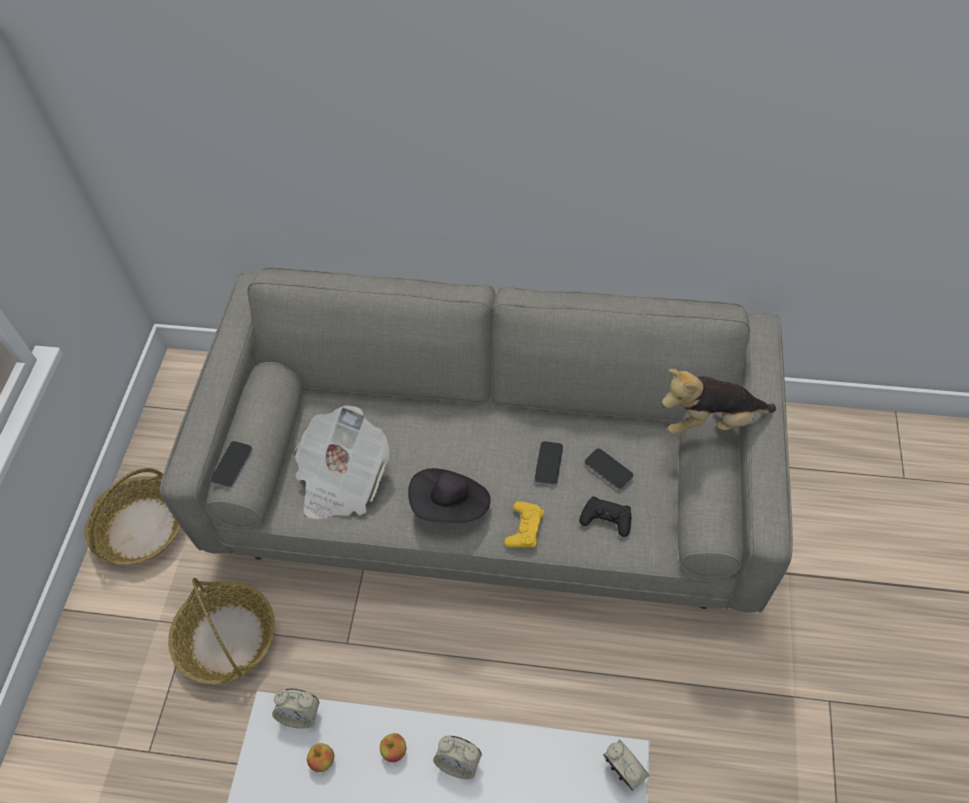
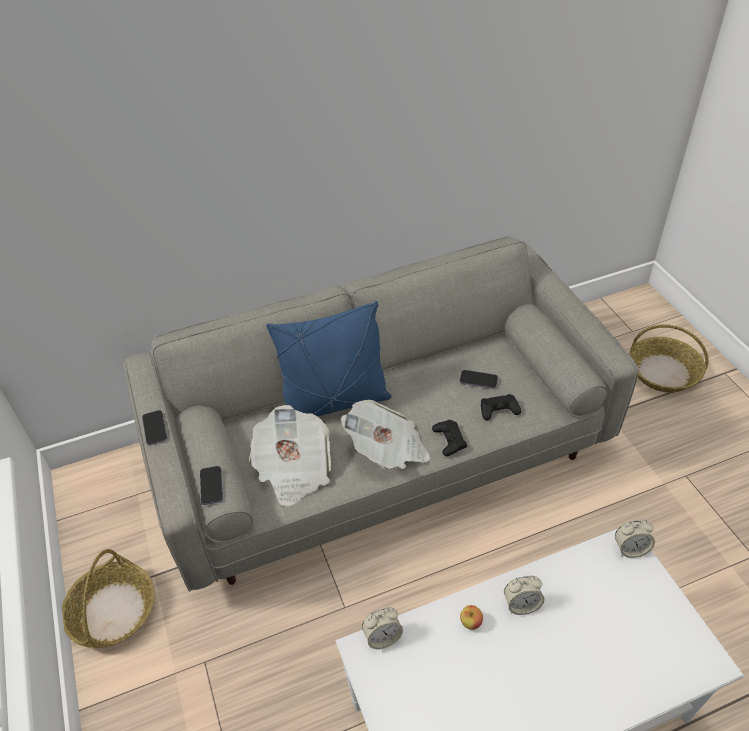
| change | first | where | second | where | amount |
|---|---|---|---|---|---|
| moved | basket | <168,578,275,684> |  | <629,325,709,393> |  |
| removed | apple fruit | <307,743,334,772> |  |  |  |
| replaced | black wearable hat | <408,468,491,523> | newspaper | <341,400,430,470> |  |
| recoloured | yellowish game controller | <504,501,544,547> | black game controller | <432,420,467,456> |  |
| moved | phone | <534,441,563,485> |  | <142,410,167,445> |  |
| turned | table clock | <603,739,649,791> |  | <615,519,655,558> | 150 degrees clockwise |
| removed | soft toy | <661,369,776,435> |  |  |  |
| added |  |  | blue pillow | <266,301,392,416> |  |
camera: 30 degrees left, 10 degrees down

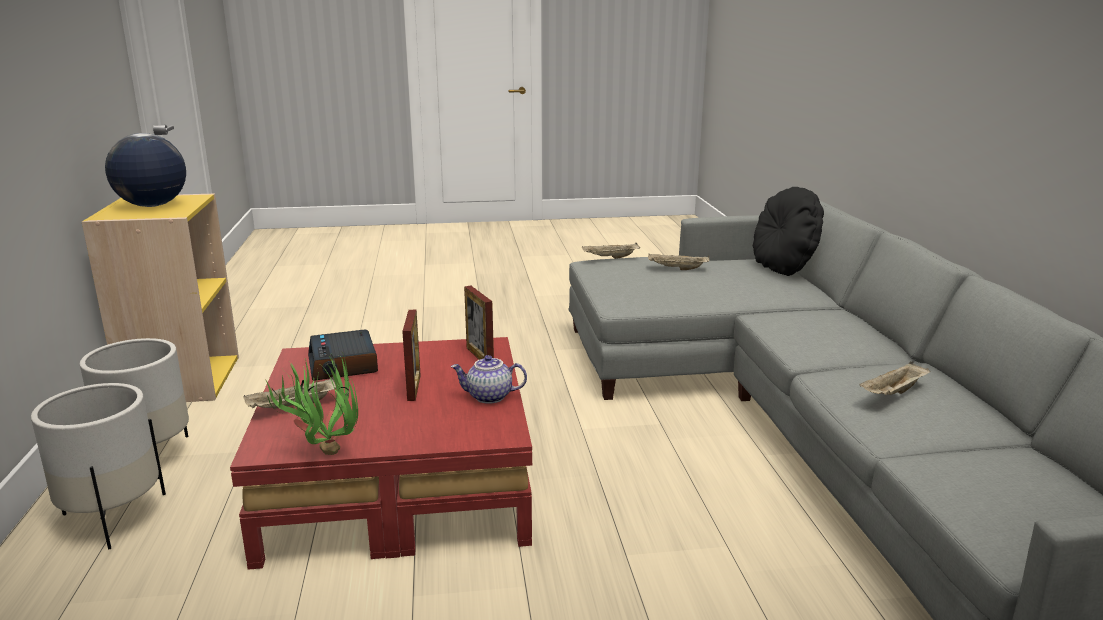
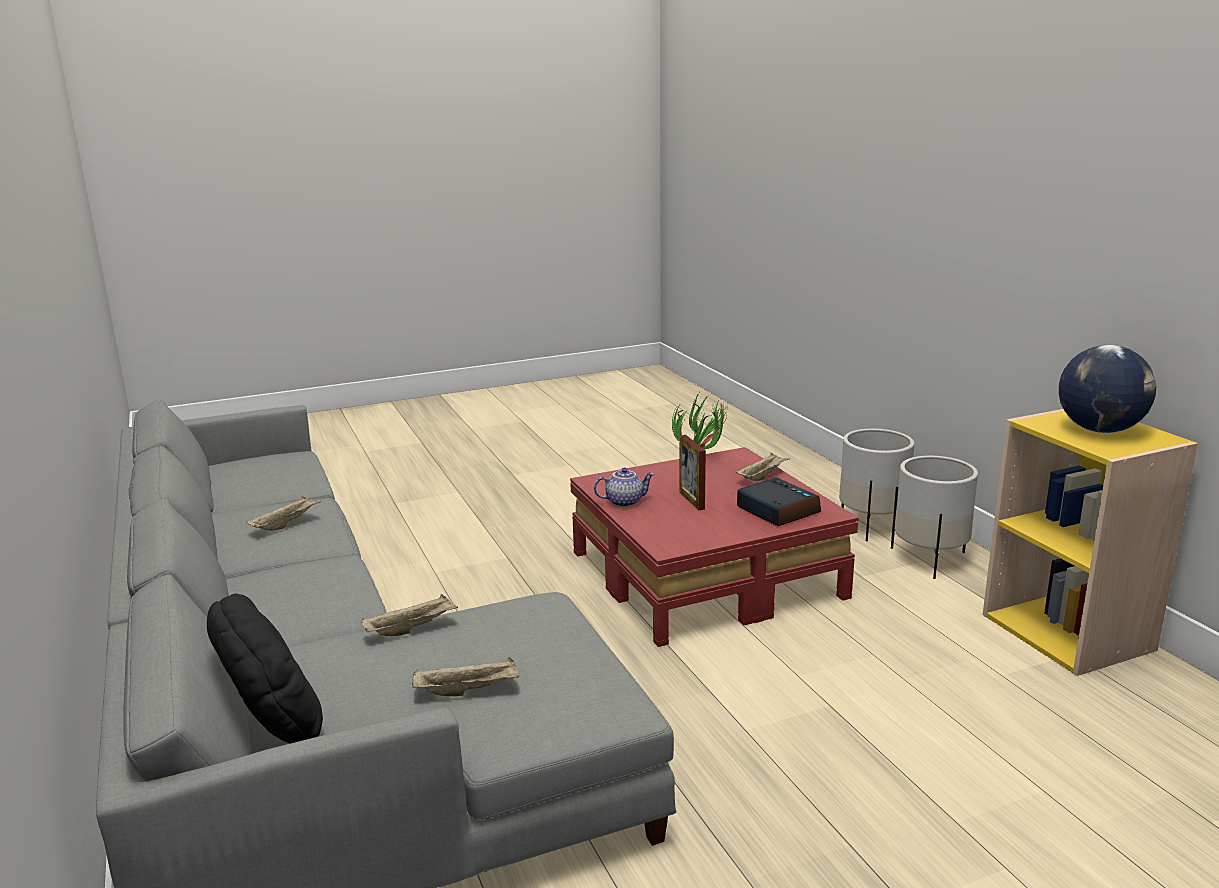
| change | first | where | second | where | amount |
|---|---|---|---|---|---|
| removed | picture frame | <464,285,494,360> |  |  |  |
| moved | beige-coloured serving tray | <582,242,640,259> |  | <361,594,458,636> |  |
camera: 165 degrees right, 0 degrees up

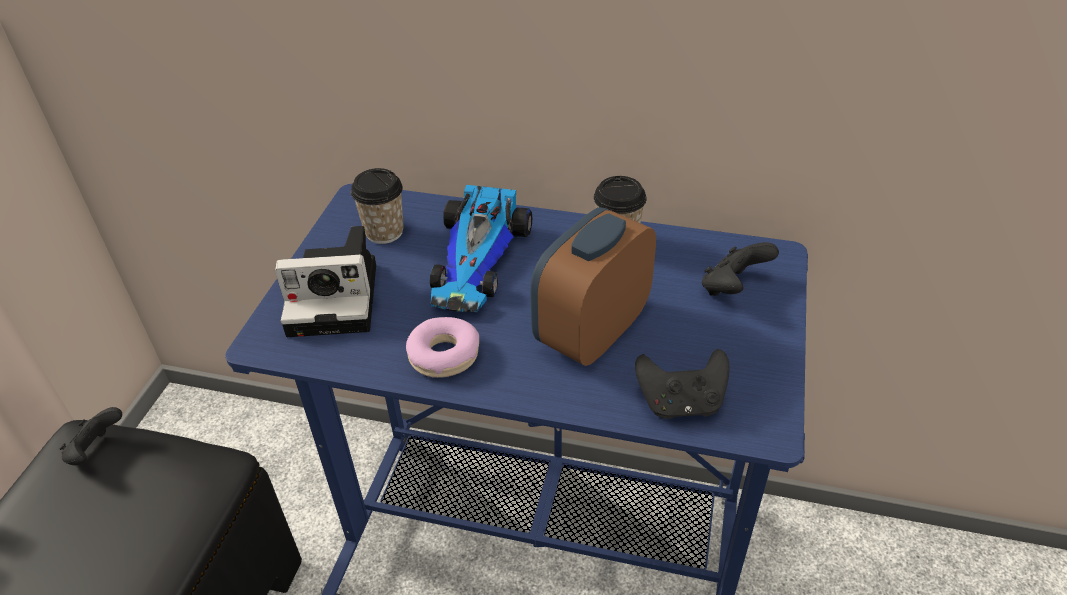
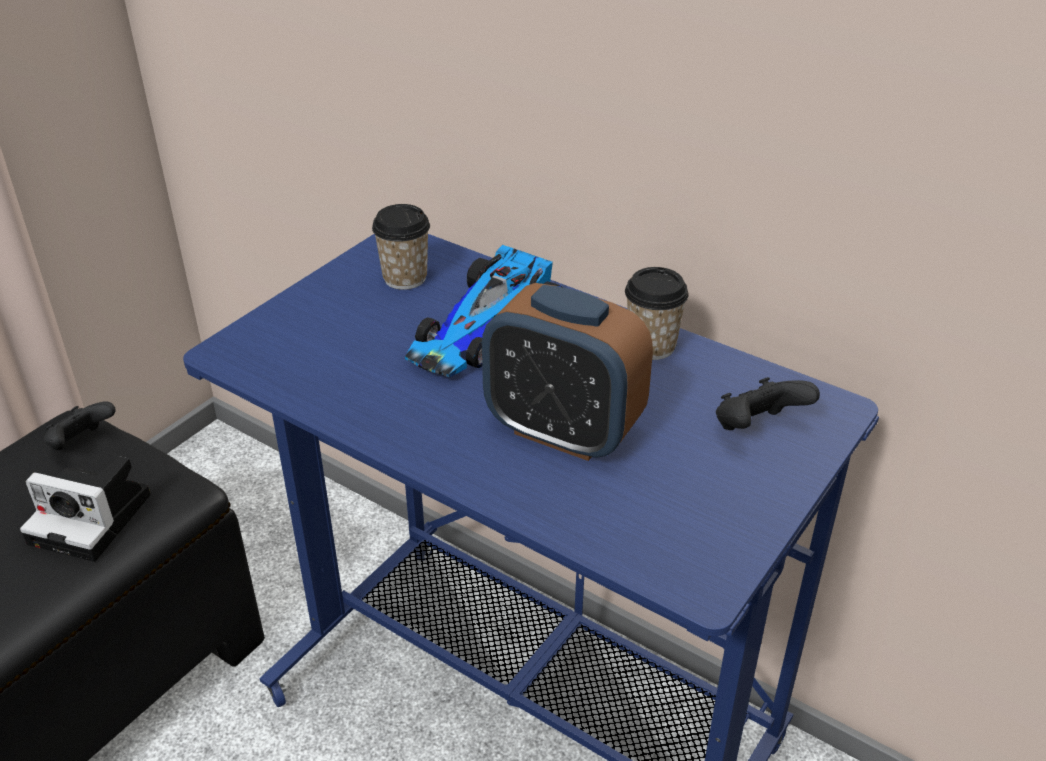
| change | first | where | second | where | amount |
|---|---|---|---|---|---|
| moved | still camera | <275,226,376,337> |  | <20,456,151,562> |  |
| removed | donut | <406,317,479,378> |  |  |  |
| turned | table clock | <530,207,656,366> |  | <482,283,653,461> | 120 degrees counterclockwise |
| removed | black game controller | <635,349,730,419> |  |  |  |
camera: 20 degrees right, 5 degrees down

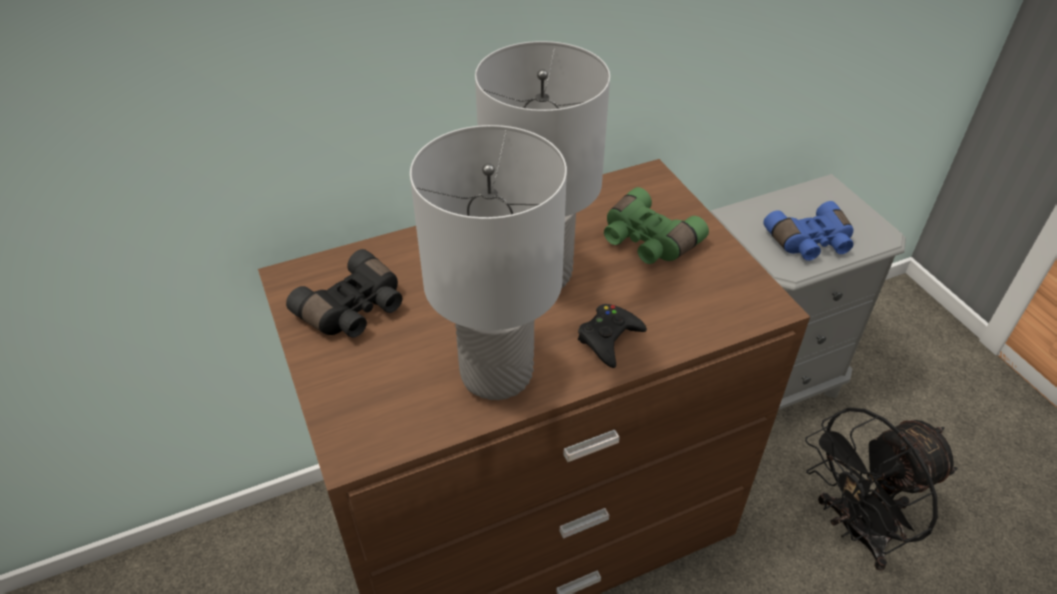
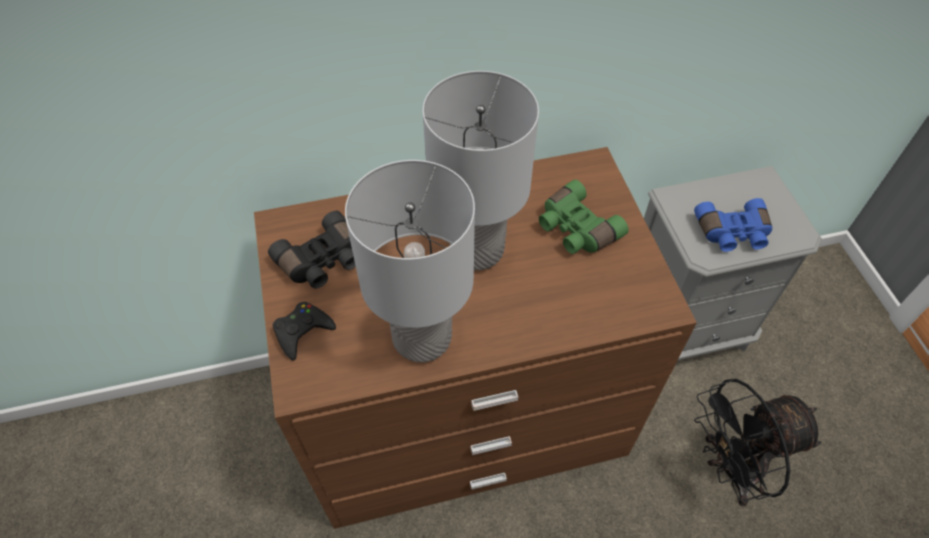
| change | first | where | second | where | amount |
|---|---|---|---|---|---|
| moved | black game controller | <578,304,647,368> |  | <272,302,336,361> |  |
camera: 10 degrees right, 10 degrees up

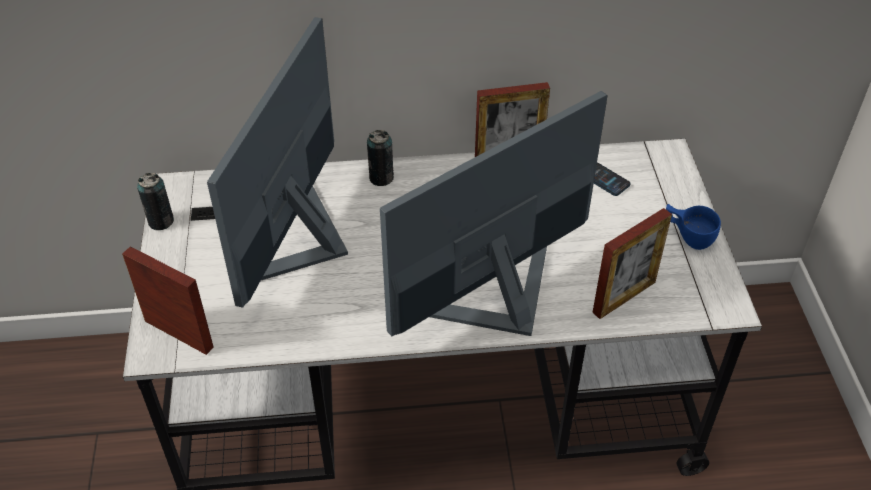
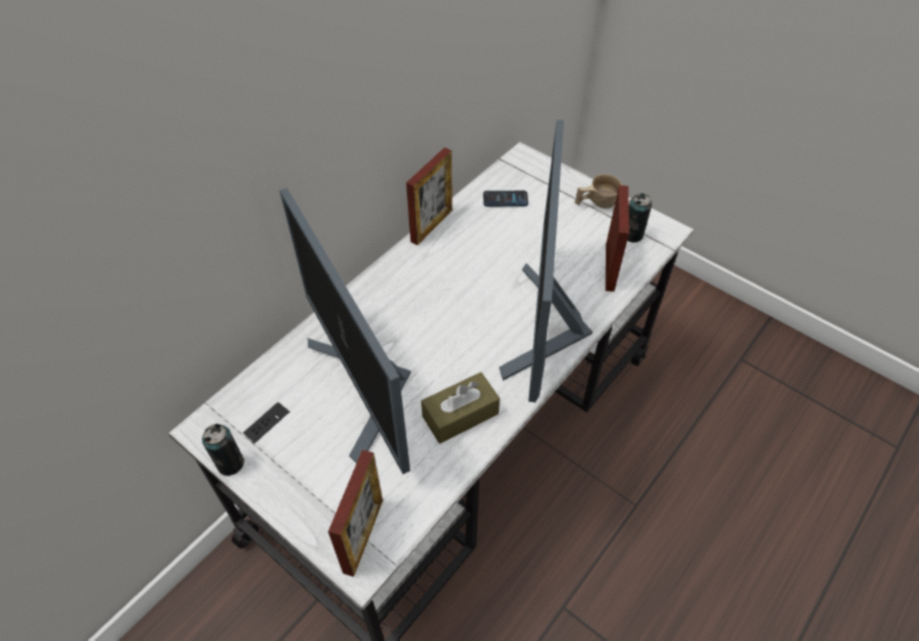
| change | first | where | second | where | amount |
|---|---|---|---|---|---|
| turned | picture frame | <122,246,214,355> |  | <328,450,383,577> | 120 degrees clockwise |
| moved | metal can | <367,130,394,186> |  | <627,193,652,243> |  |
| recoloured | blue small cup | <666,204,721,250> | beige-coloured small cup | <575,174,622,209> |  |
| added |  |  | brown tissue box | <421,372,500,444> |  |
camera: 45 degrees left, 5 degrees up

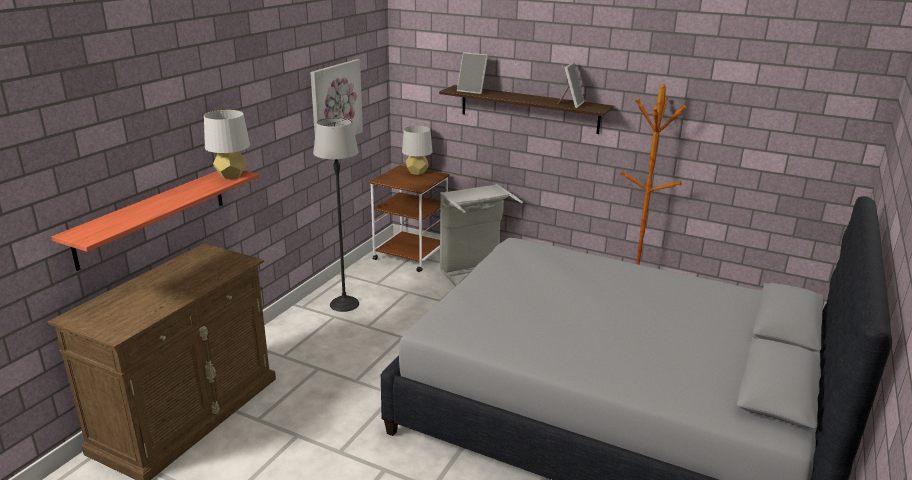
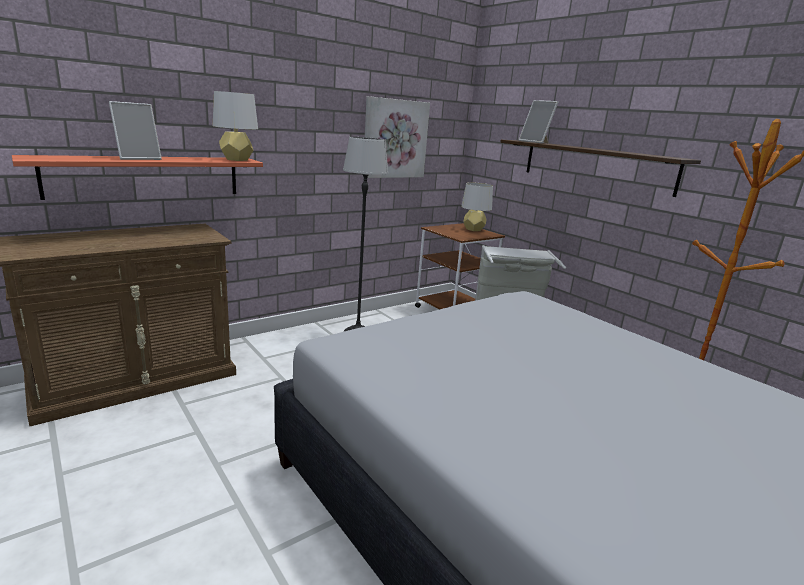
| change | first | where | second | where | amount |
|---|---|---|---|---|---|
| moved | picture frame | <557,62,585,108> |  | <109,101,162,160> |  |
camera: 25 degrees right, 5 degrees down

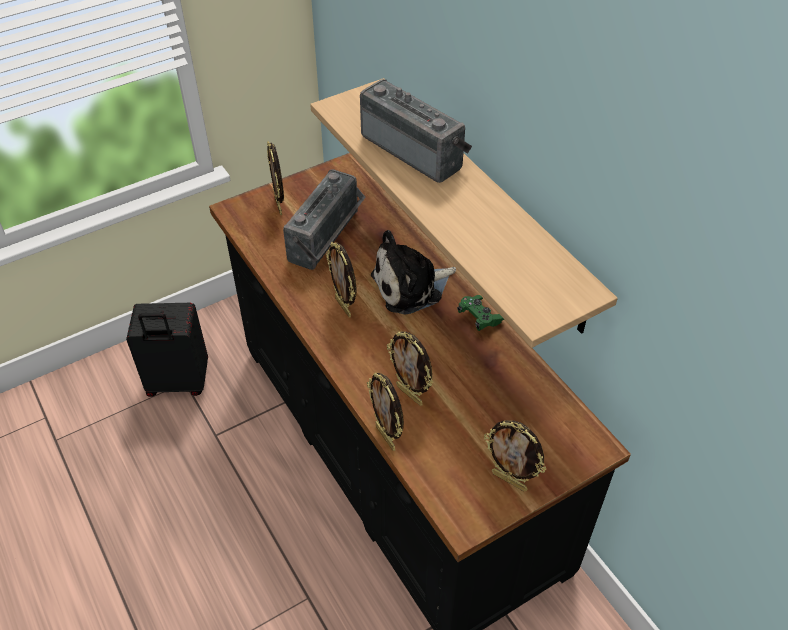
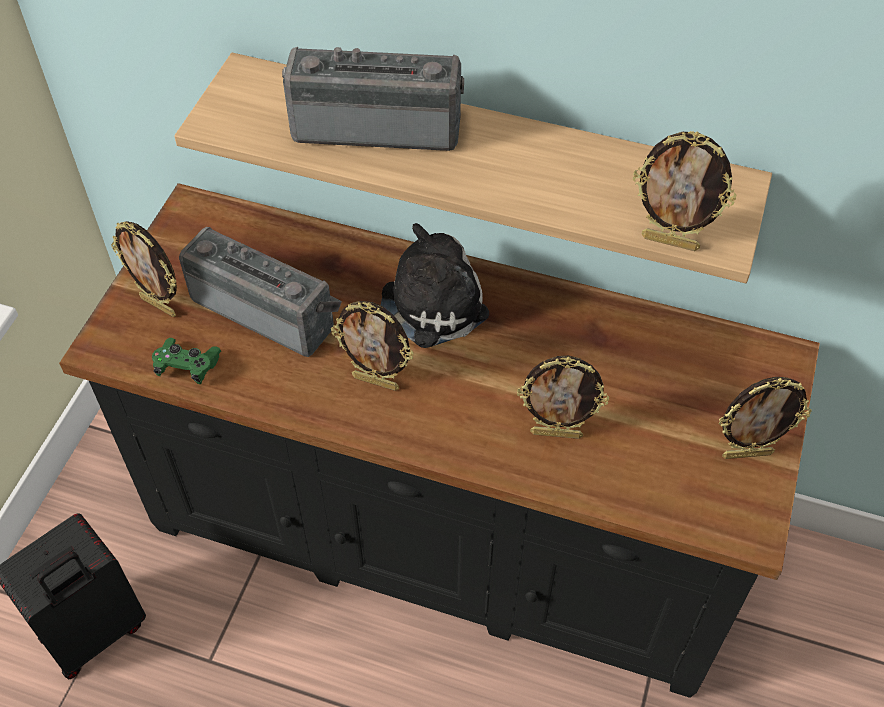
| change | first | where | second | where | amount |
|---|---|---|---|---|---|
| turned | radio receiver | <283,169,365,270> |  | <179,227,342,357> | 45 degrees counterclockwise |
| moved | picture frame | <367,372,404,451> |  | <633,131,736,251> |  |
| turned | soft toy | <371,230,456,315> |  | <380,223,489,348> | 150 degrees counterclockwise |
| moved | green game controller | <457,295,504,331> |  | <152,338,221,384> |  |
camera: 40 degrees left, 5 degrees up

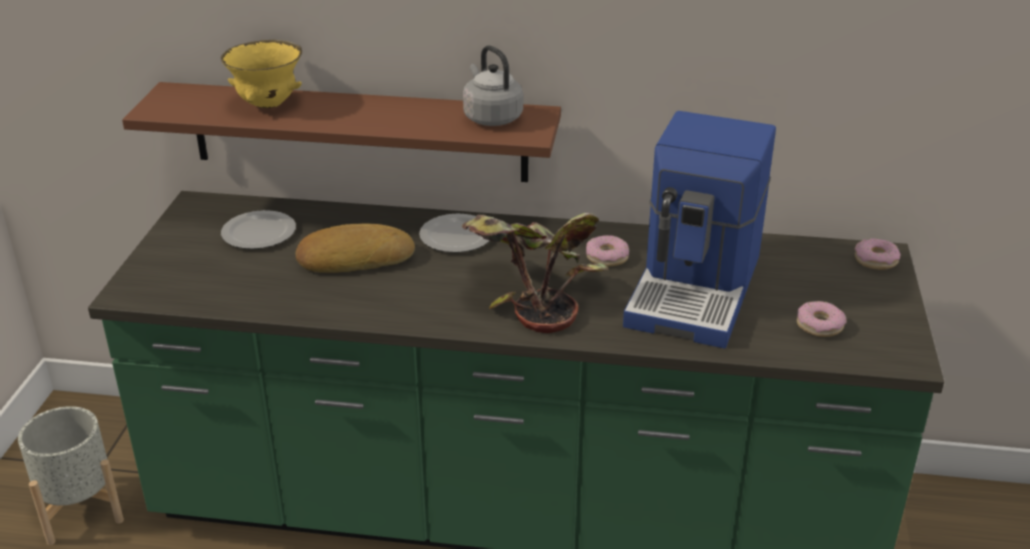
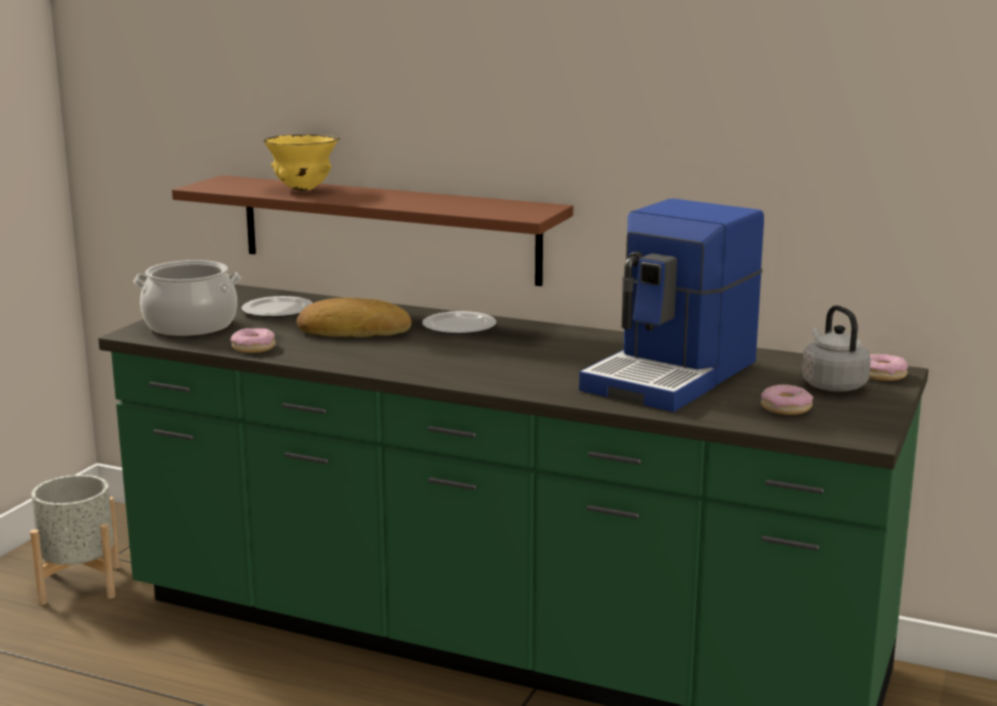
| change | first | where | second | where | amount |
|---|---|---|---|---|---|
| removed | houseplant | <462,213,609,333> |  |  |  |
| moved | grey water kettle | <463,45,523,126> |  | <802,305,871,392> |  |
| moved | donut | <586,235,629,267> |  | <230,328,276,353> |  |
| added |  |  | saucepot | <133,260,241,336> |  |
camera: 15 degrees right, 15 degrees down

